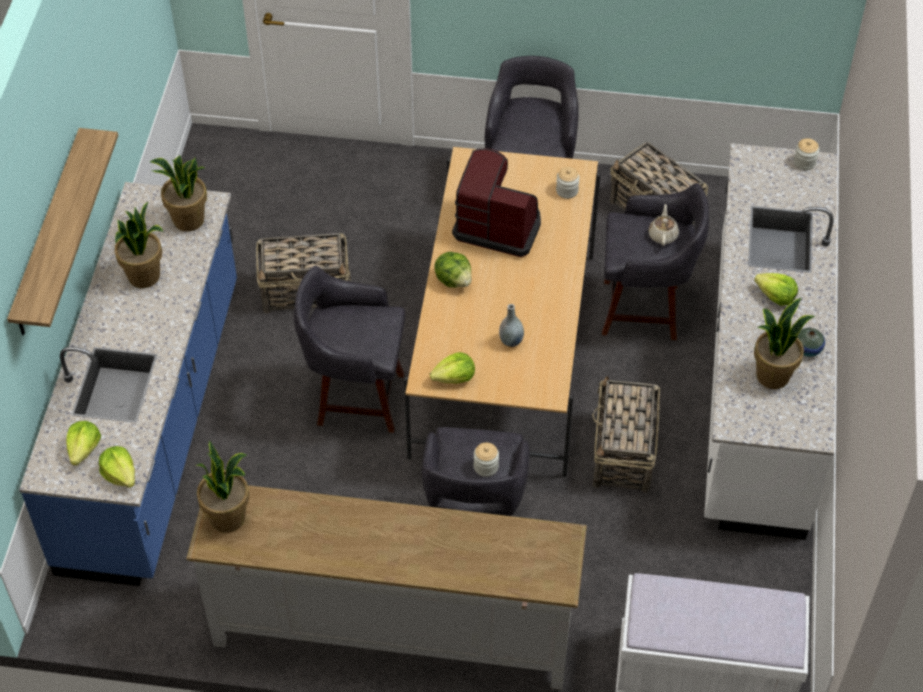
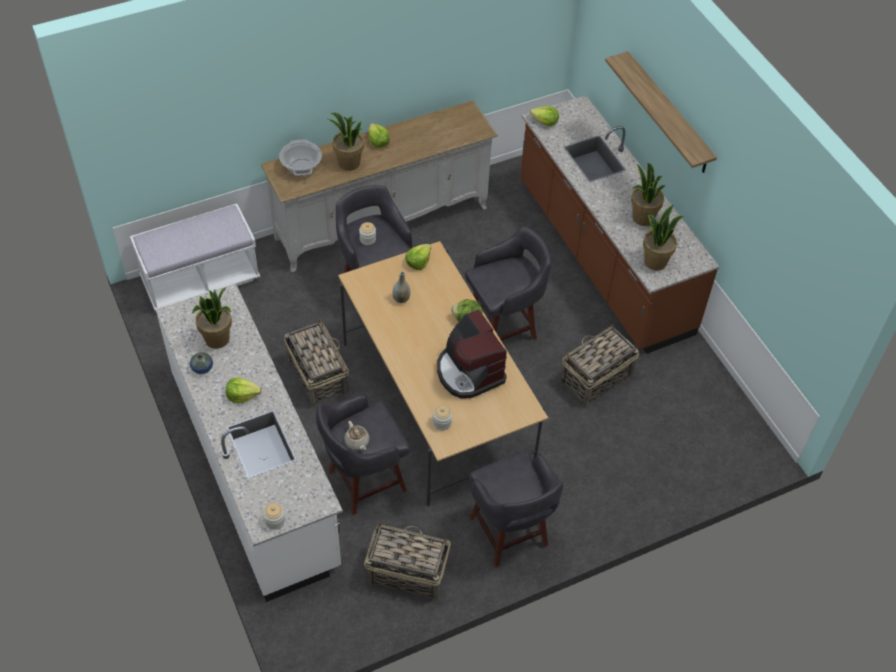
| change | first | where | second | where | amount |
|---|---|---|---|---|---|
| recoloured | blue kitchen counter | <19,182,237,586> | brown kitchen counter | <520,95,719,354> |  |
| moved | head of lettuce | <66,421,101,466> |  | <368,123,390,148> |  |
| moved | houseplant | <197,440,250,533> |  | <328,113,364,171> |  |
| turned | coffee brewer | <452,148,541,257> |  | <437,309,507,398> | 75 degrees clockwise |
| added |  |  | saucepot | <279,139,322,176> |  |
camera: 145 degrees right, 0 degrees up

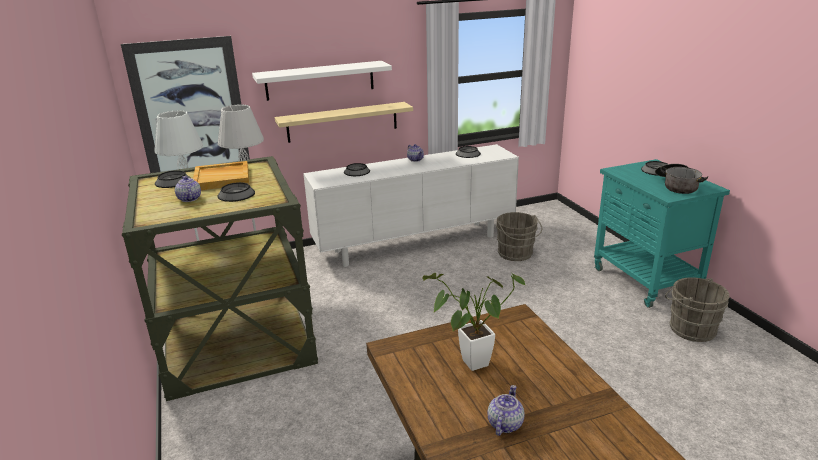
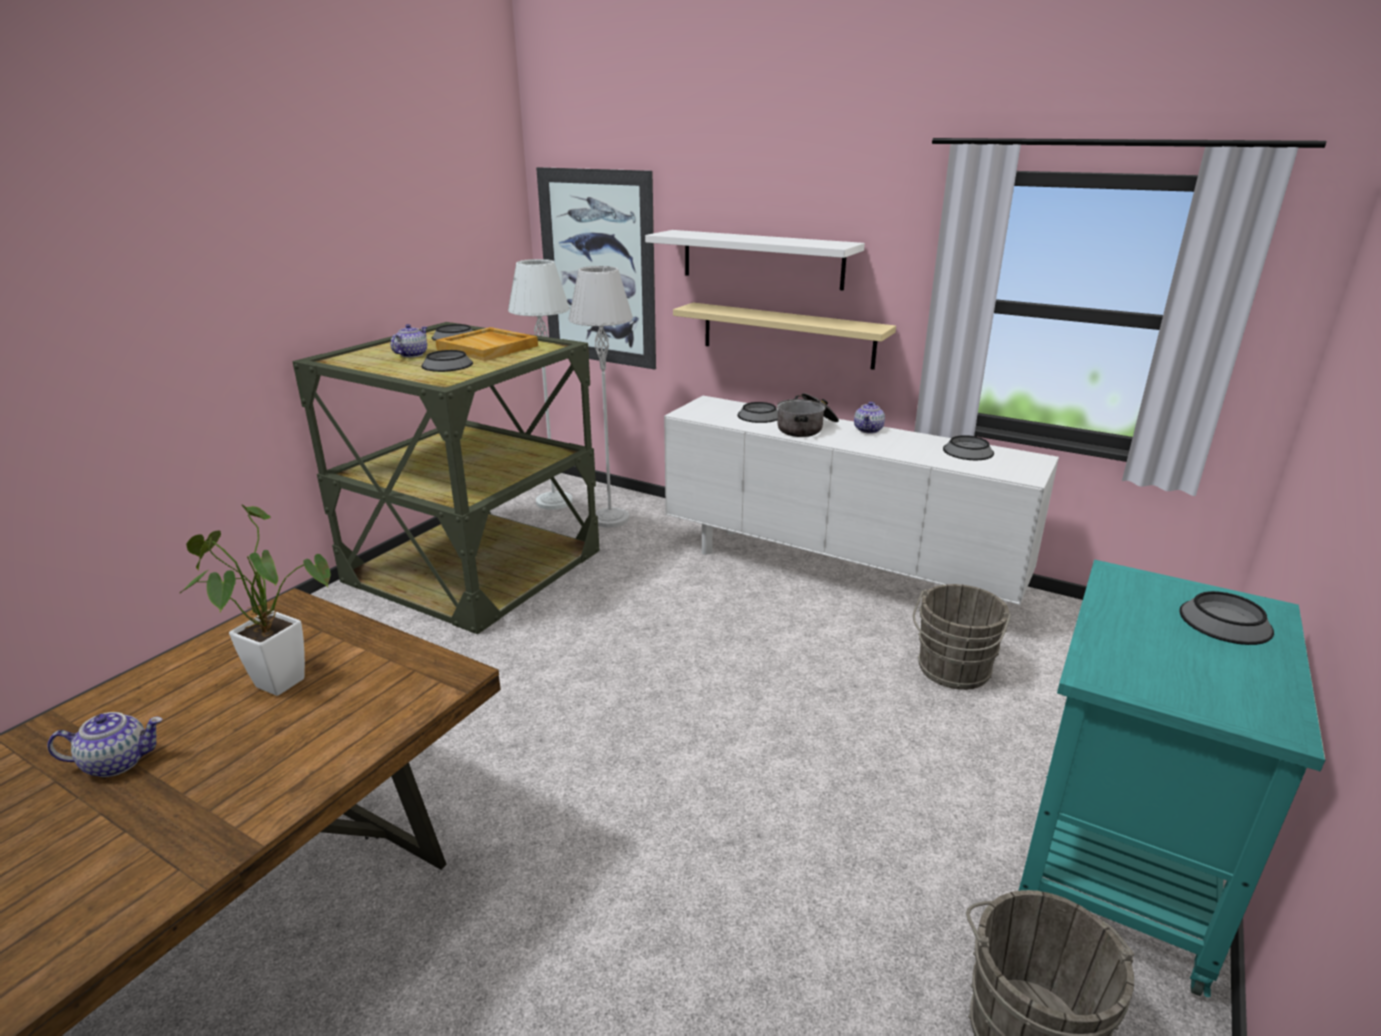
| change | first | where | second | where | amount |
|---|---|---|---|---|---|
| moved | saucepot | <655,164,708,194> |  | <777,393,839,437> |  |
camera: 50 degrees right, 0 degrees up

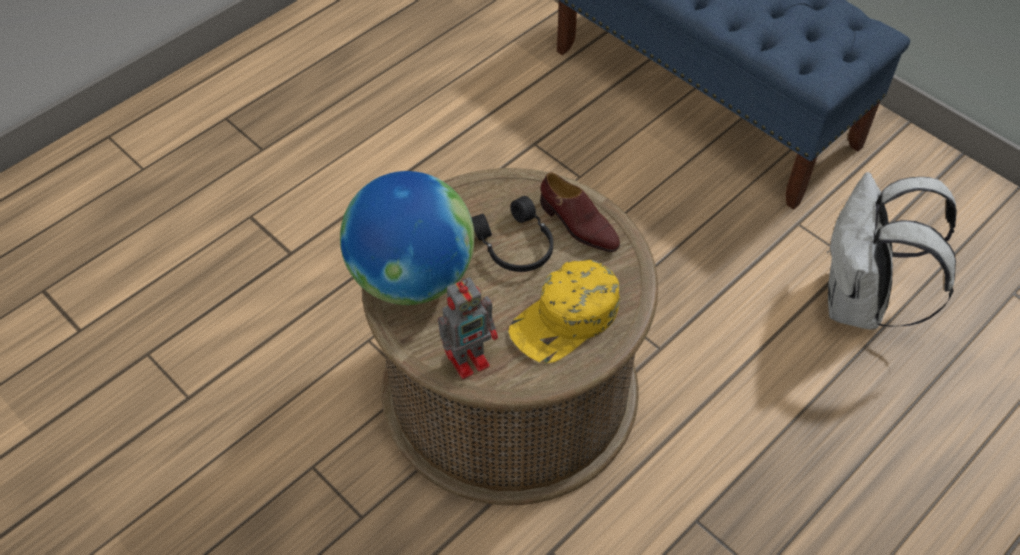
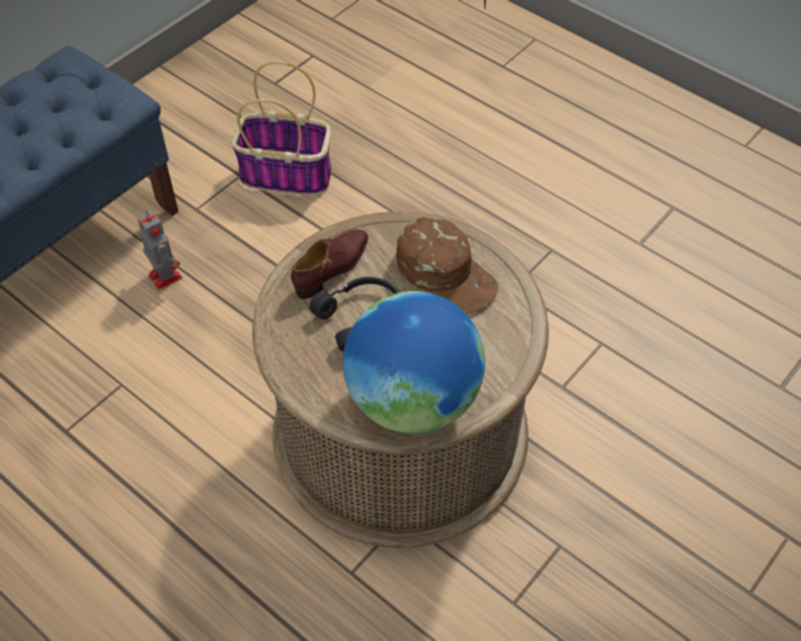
| change | first | where | second | where | amount |
|---|---|---|---|---|---|
| moved | toy robot | <438,278,498,379> |  | <137,210,182,290> |  |
| recoloured | yellowish baseball cap | <508,260,620,363> | brown baseball cap | <396,217,499,314> |  |
| replaced | whitish knapsack | <827,172,957,330> | basket | <231,61,331,196> |  |
camera: 95 degrees left, 0 degrees up

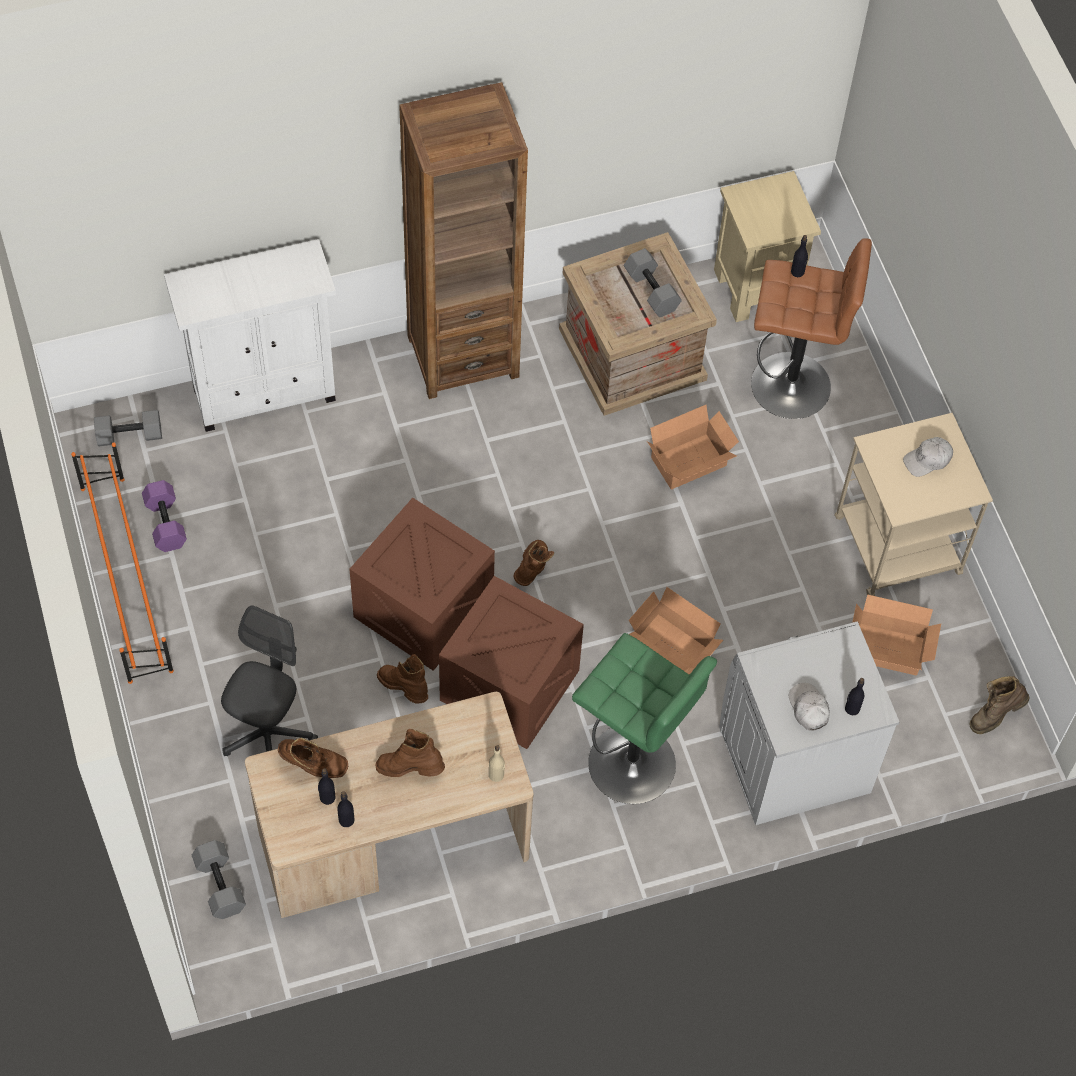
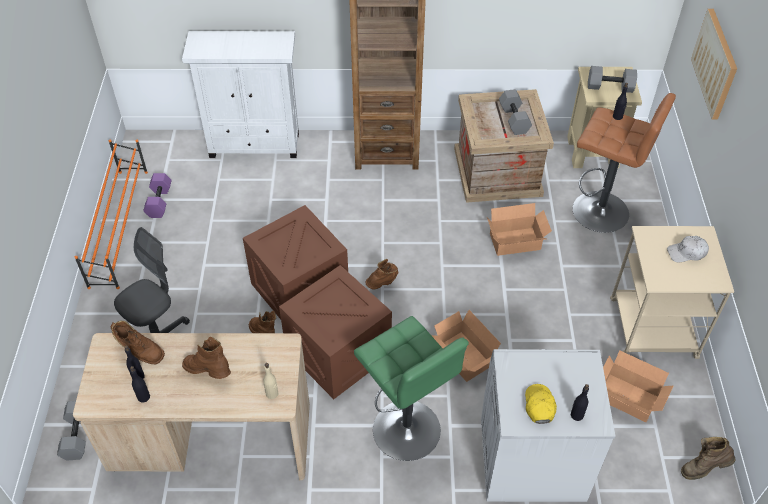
| change | first | where | second | where | amount |
|---|---|---|---|---|---|
| moved | grey free weight | <94,410,162,446> |  | <588,66,637,93> |  |
| recoloured | whitish baseball cap | <789,683,830,731> | yellowish baseball cap | <525,384,557,424> |  |
| added |  |  | picture | <691,9,737,120> |  |
camera: 20 degrees right, 10 degrees down

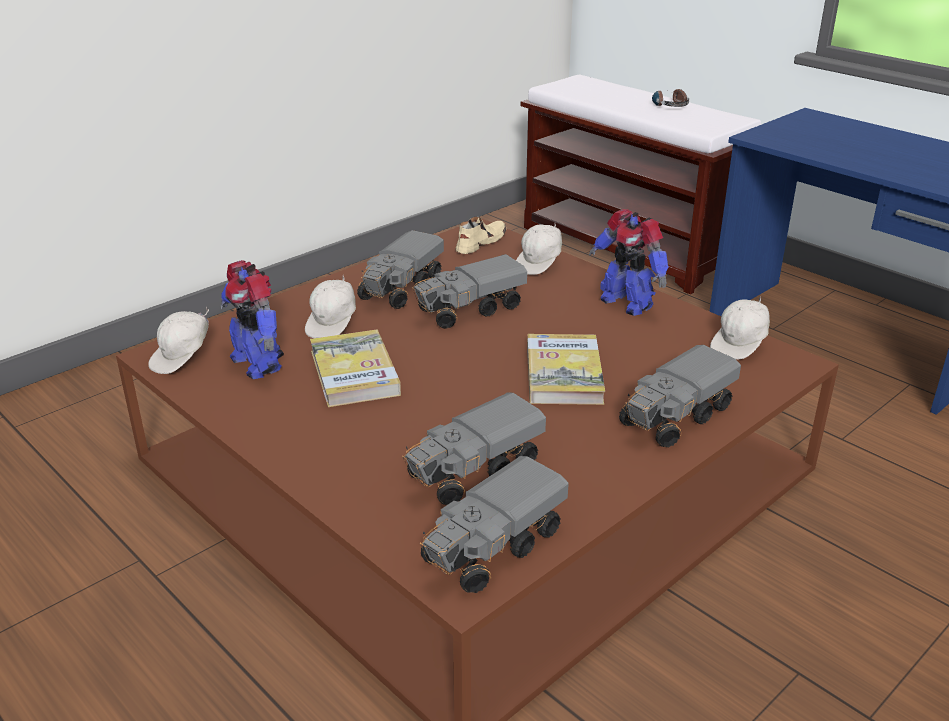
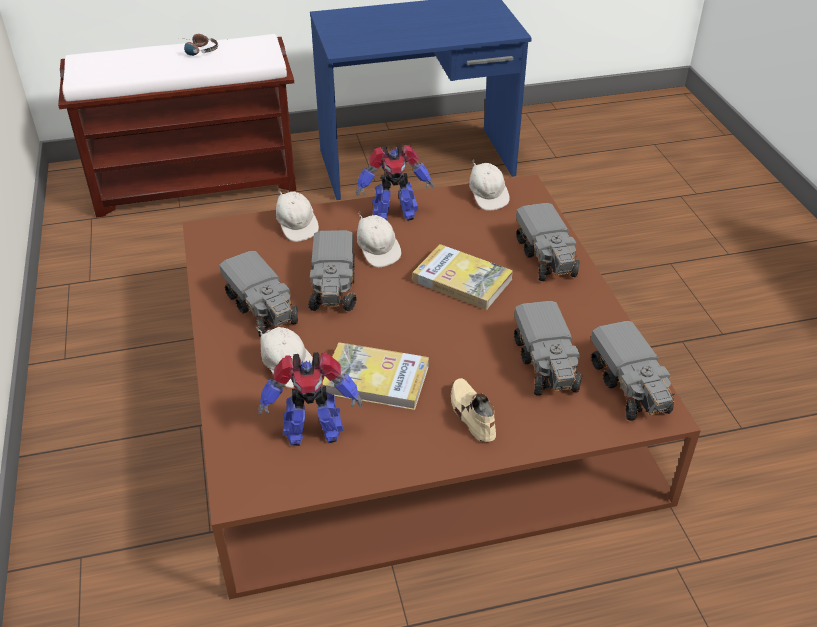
| change | first | where | second | where | amount |
|---|---|---|---|---|---|
| moved | whitish baseball cap | <148,307,209,374> |  | <357,211,401,267> |  |
| moved | beige-coloured low shoe | <455,217,506,254> |  | <451,378,496,442> |  |
camera: 60 degrees left, 10 degrees up

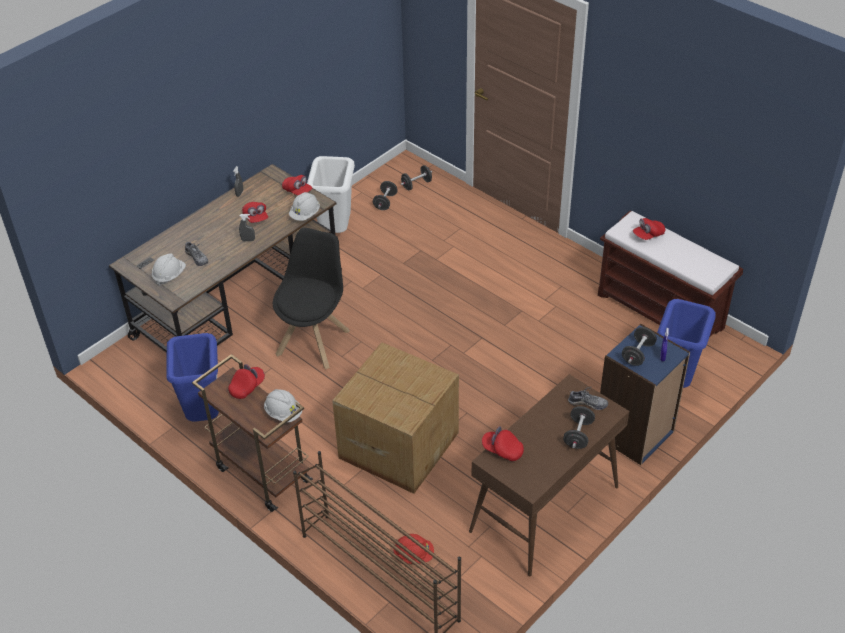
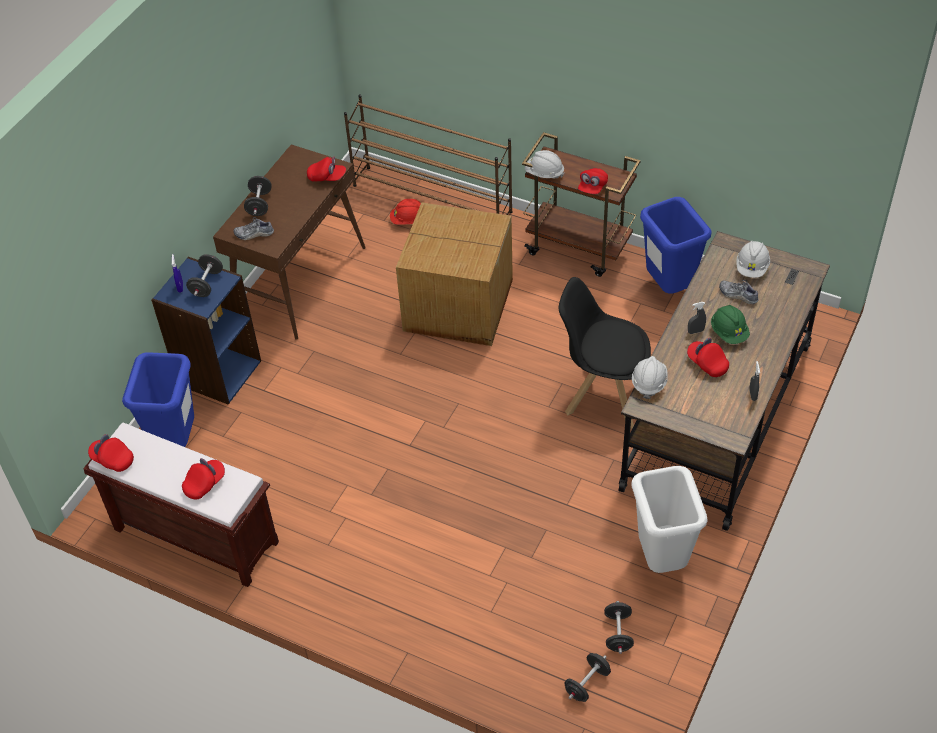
| change | first | where | second | where | amount |
|---|---|---|---|---|---|
| turned | black chair | <273,228,350,369> |  | <558,277,651,429> | 105 degrees clockwise |
| moved | red baseball cap | <282,175,312,195> |  | <88,434,134,472> |  |
| added |  |  | green hard hat | <711,305,750,344> |  |
camera: 165 degrees right, 5 degrees up

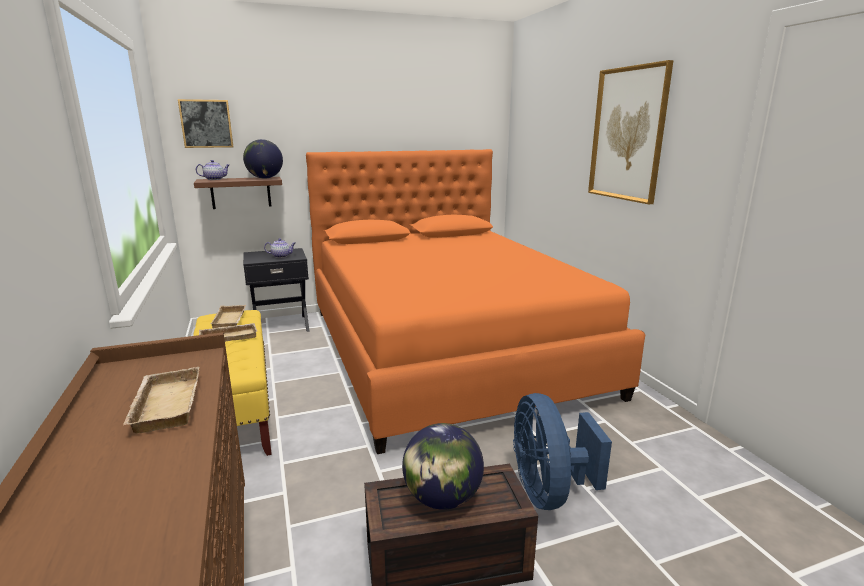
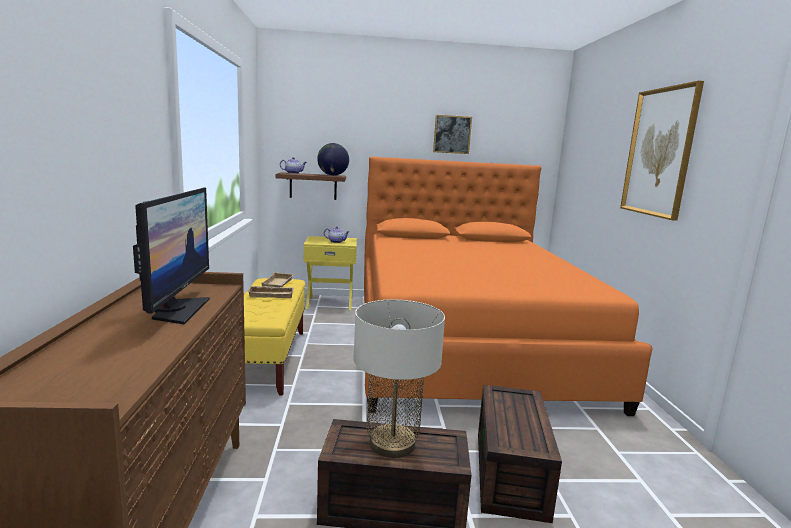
| change | first | where | second | where | amount |
|---|---|---|---|---|---|
| replaced | beige-coloured serving tray | <123,367,199,434> | computer display | <133,188,210,324> |  |
| moved | picture | <178,99,233,148> |  | <433,115,472,154> |  |
| recoloured | black bedside table | <243,248,310,332> | yellowish bedside table | <303,236,357,310> |  |
| replaced | globe | <402,423,484,510> | table lamp | <353,299,445,458> |  |
| replaced | blue fan | <513,393,612,510> | brown storage bin | <478,385,562,523> |  |
camera: 15 degrees right, 5 degrees down

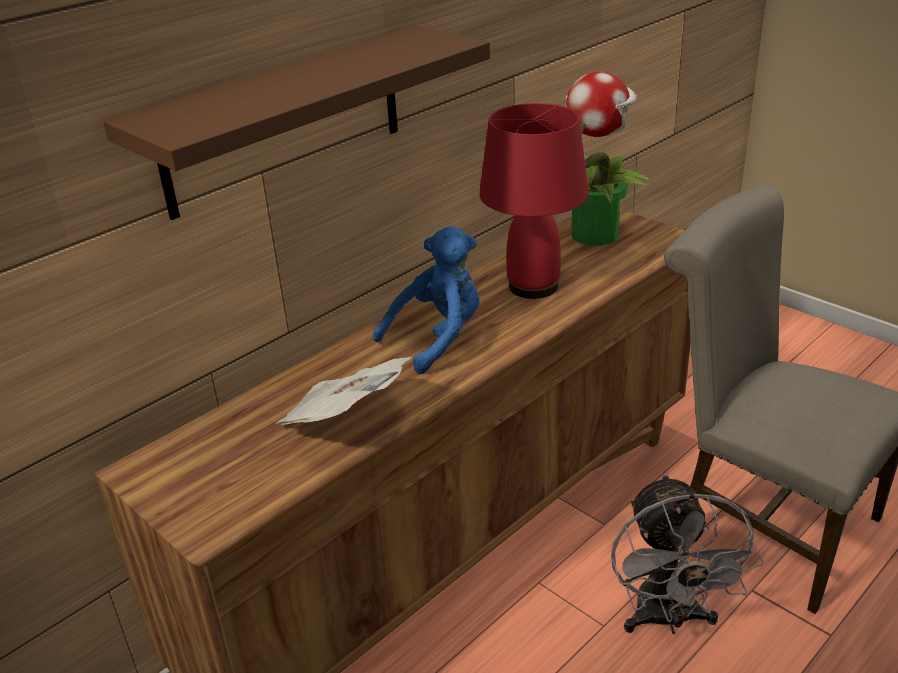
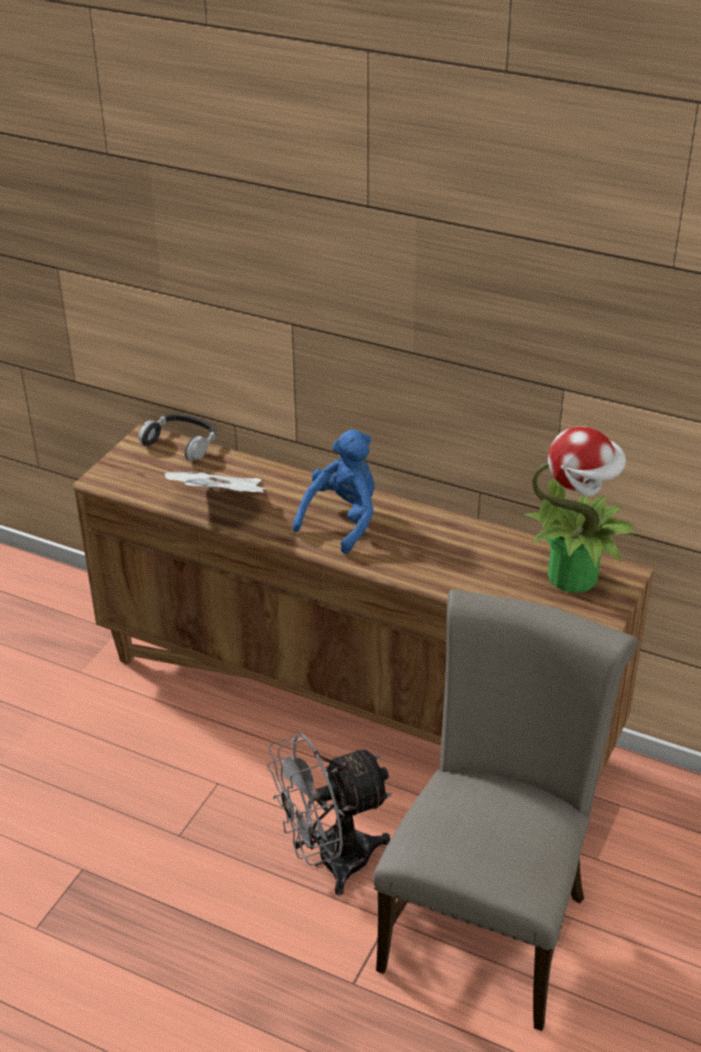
| change | first | where | second | where | amount |
|---|---|---|---|---|---|
| removed | brown wall shelf | <103,26,490,220> |  |  |  |
| turned | blue soft toy | <373,226,480,374> |  | <292,429,374,554> | 90 degrees counterclockwise |
| removed | red table lamp | <479,103,589,299> |  |  |  |
| added |  |  | headphones | <139,414,216,461> |  |
camera: 70 degrees right, 5 degrees up

